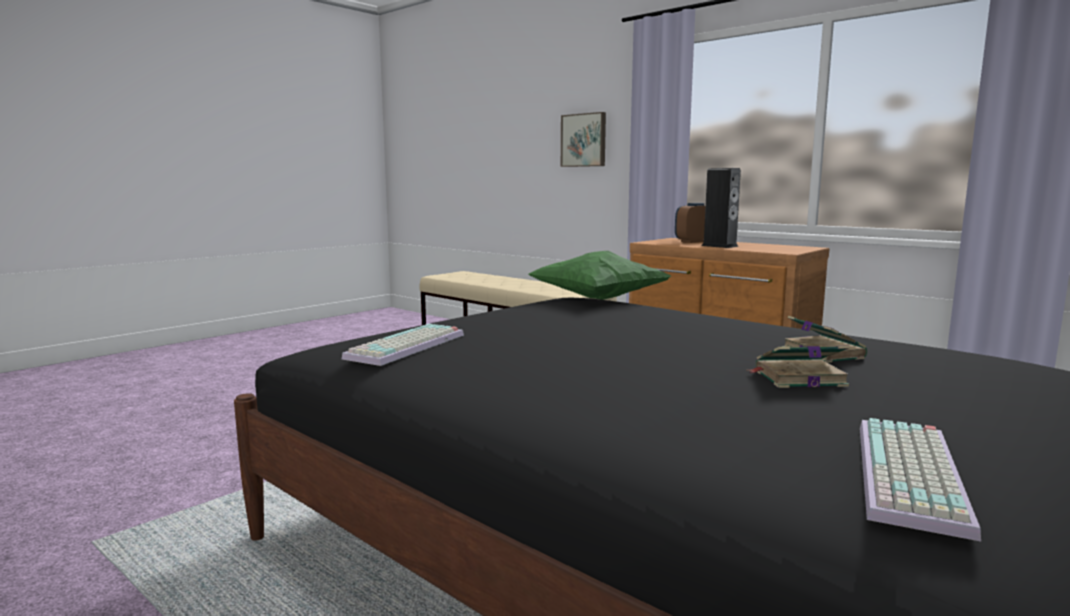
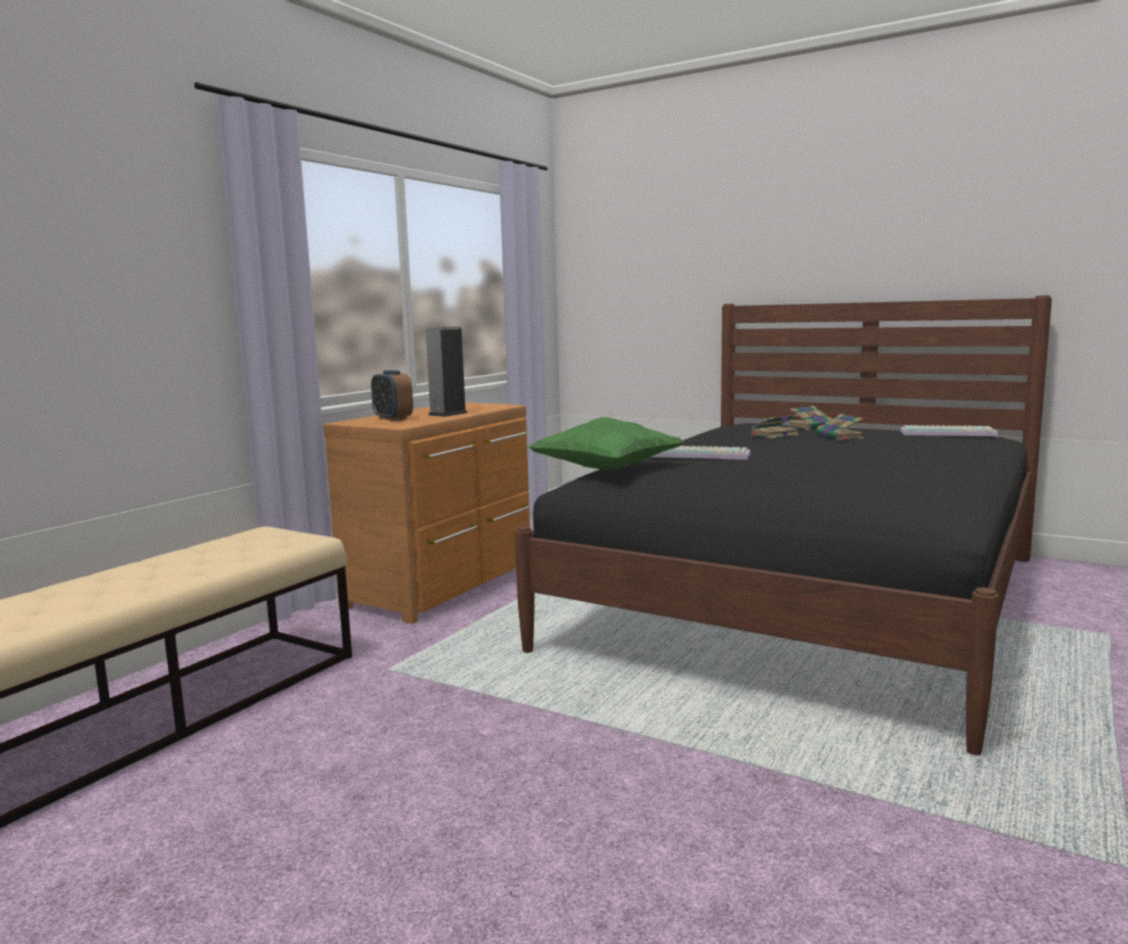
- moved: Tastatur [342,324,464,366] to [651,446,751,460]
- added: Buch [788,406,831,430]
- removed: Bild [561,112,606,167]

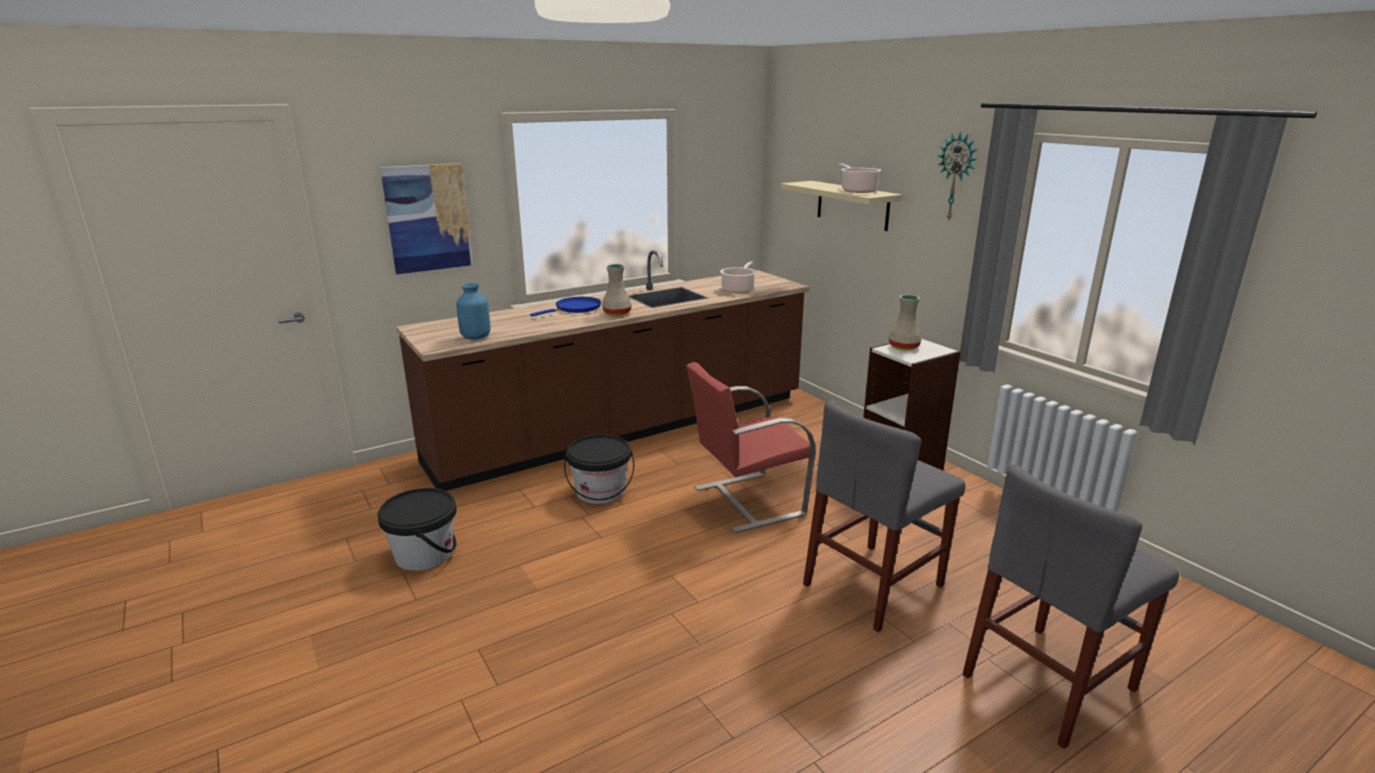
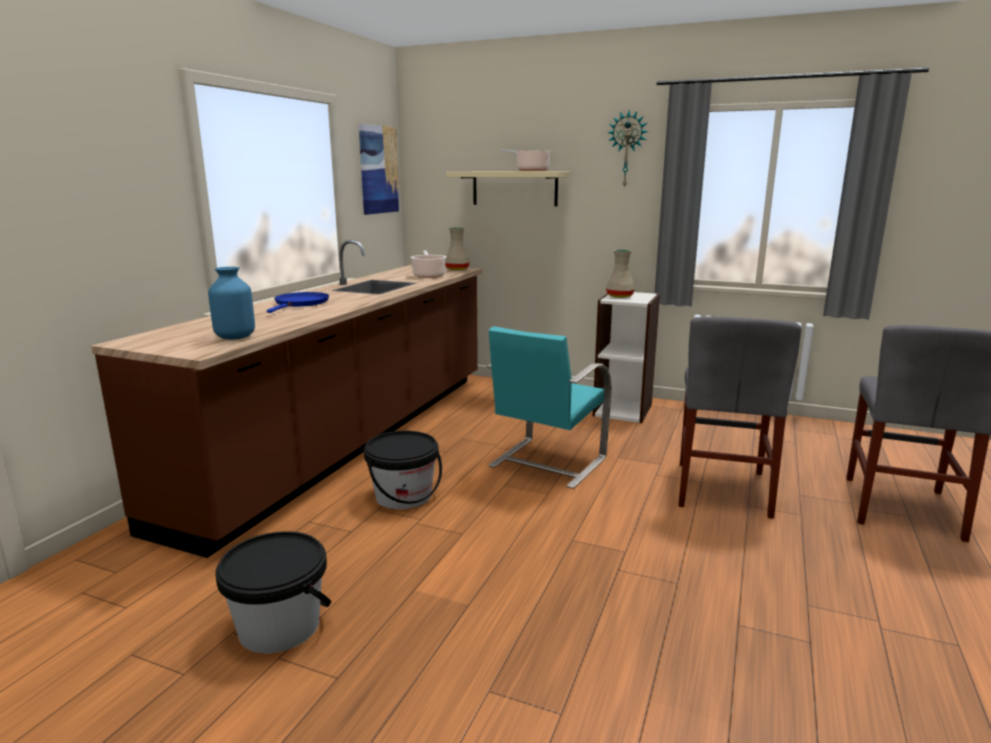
- moved: Bild [380,163,473,274] to [359,123,400,215]
- moved: Vase [beige] [602,264,632,316] to [445,227,470,270]
- recoloured: Stuhl [rot] [686,362,816,533] to Stuhl [türkis] [487,326,612,489]

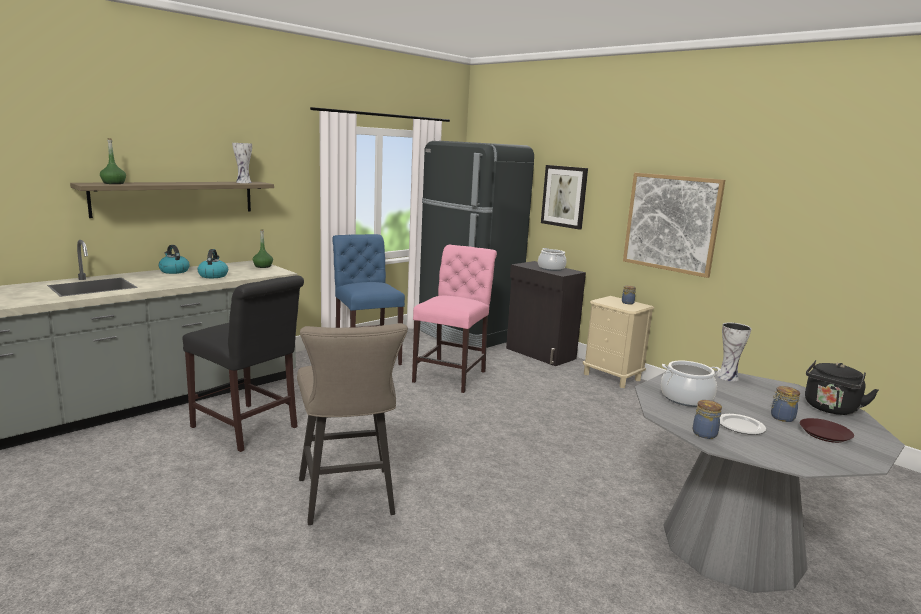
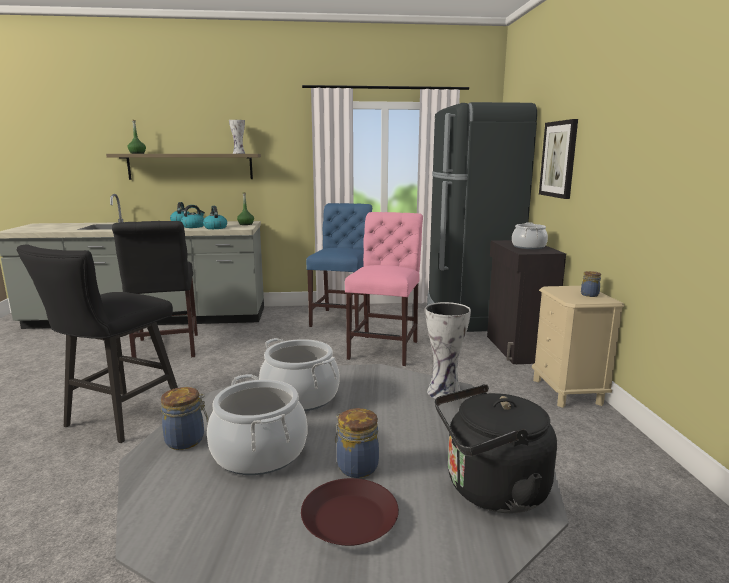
- recoloured: Hocker [beige] [297,323,408,525] to Hocker [schwarz] [17,244,178,443]
- added: Wasserkessel [203,206,227,229]
- replaced: Teller [720,414,766,435] to Kochtopf [207,374,308,475]
- turned: Stuhl [rosa] [412,245,497,393] = [345,212,423,366] 45 degrees counterclockwise
- removed: Bild [623,173,725,278]

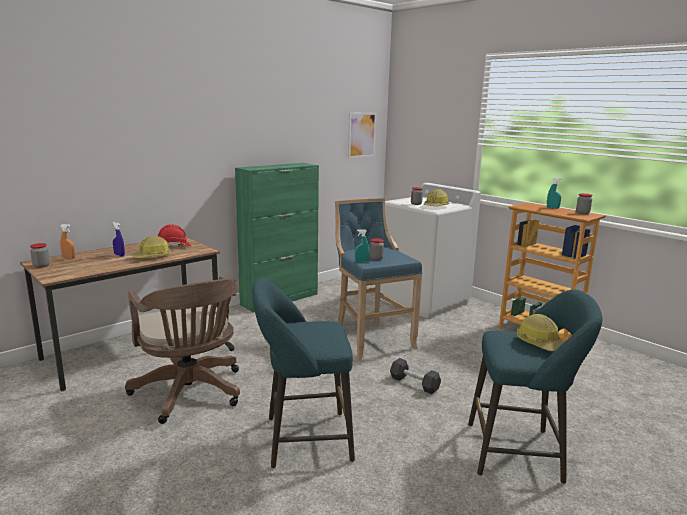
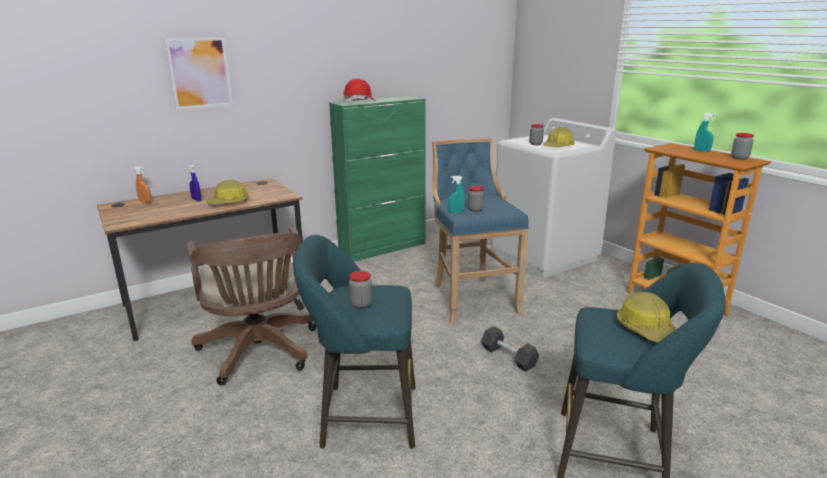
- moved: Bild [348,113,376,158] to [164,37,233,110]
- moved: Schutzhelm [rot] [158,224,192,246] to [343,78,376,103]
- moved: Vorratsglas [30,243,50,268] to [349,271,372,308]

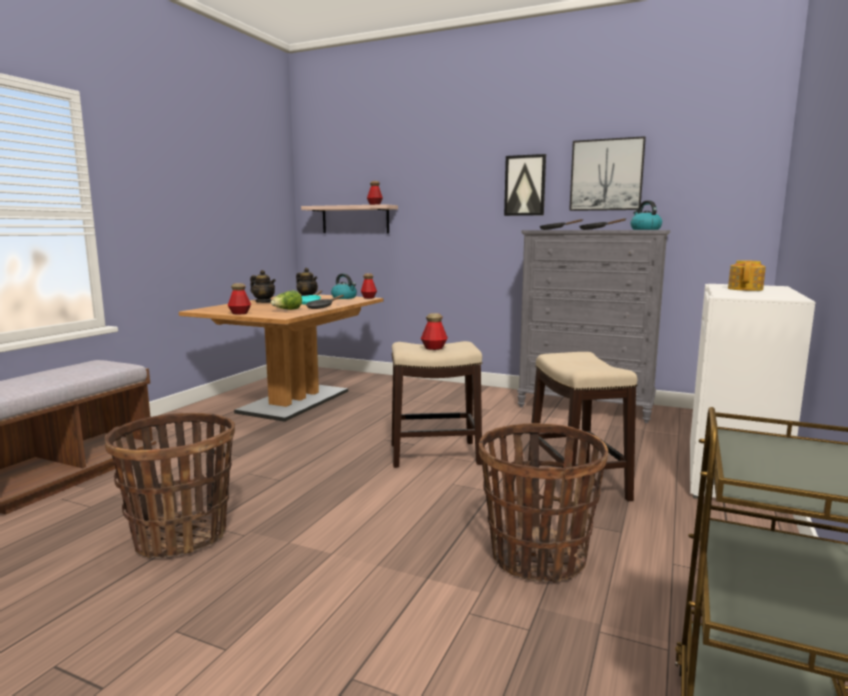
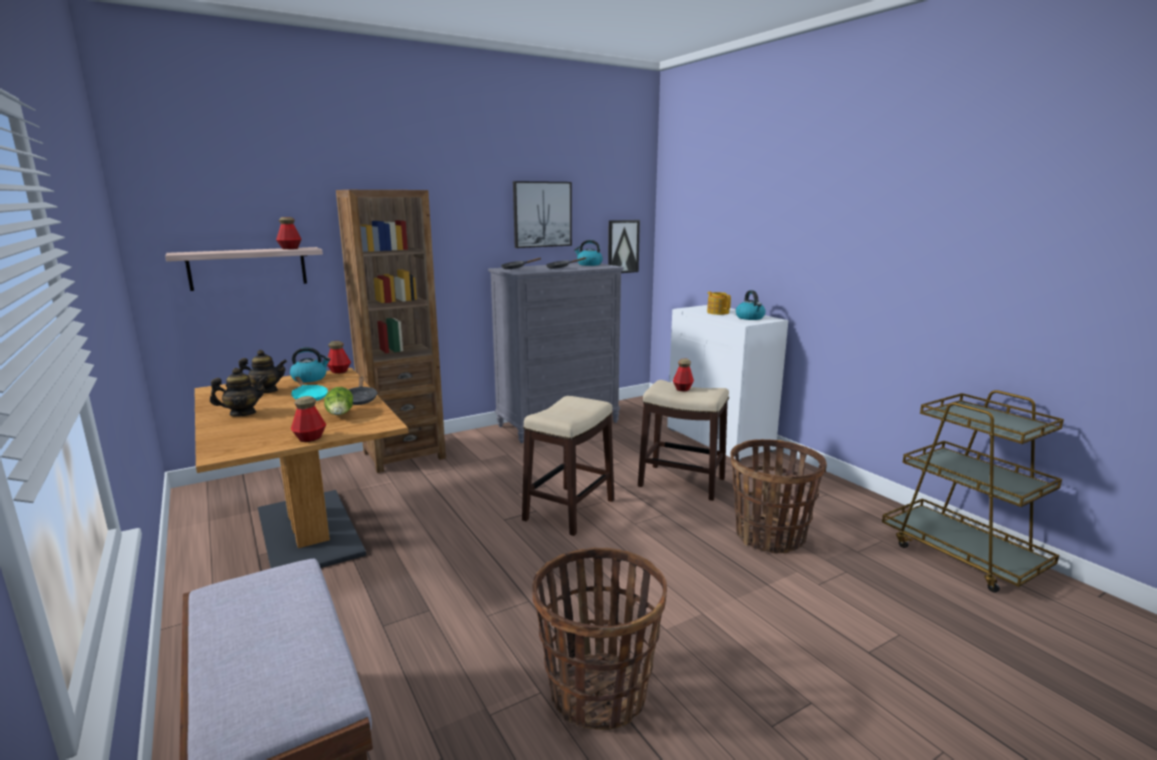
- added: Bücherregal [braun] [336,190,446,473]
- moved: Bild [504,154,546,216] to [608,220,640,273]
- moved: Flasche [421,313,448,350] to [673,358,694,391]
- added: Wasserkessel [736,290,766,320]

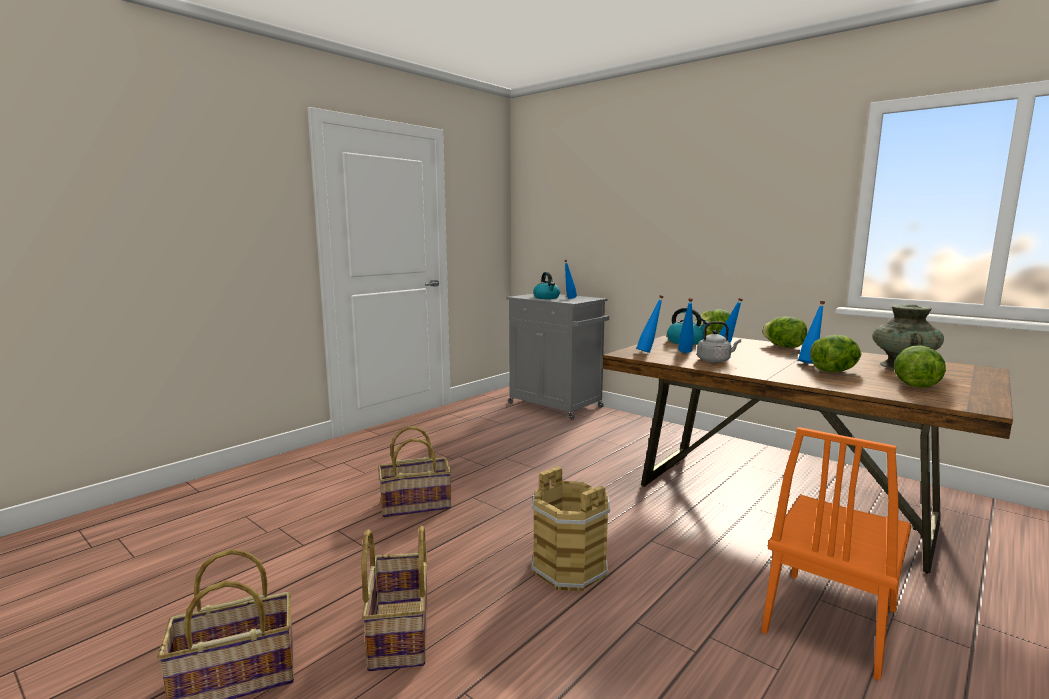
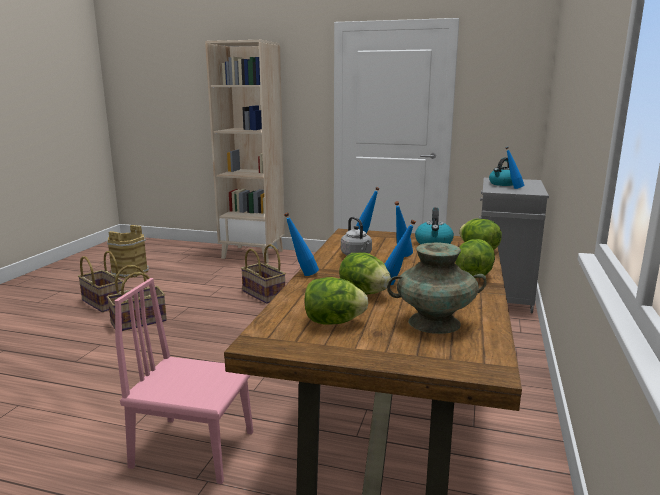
- moved: Eimer [braun] [532,466,610,592] to [107,225,149,278]
- recoloured: Stuhl [orange] [761,427,911,681] to Stuhl [rosa] [115,278,253,484]
- added: Bücherregal [beige] [205,40,285,263]
- moved: Flasche [blau] [678,298,694,353] to [284,212,319,276]

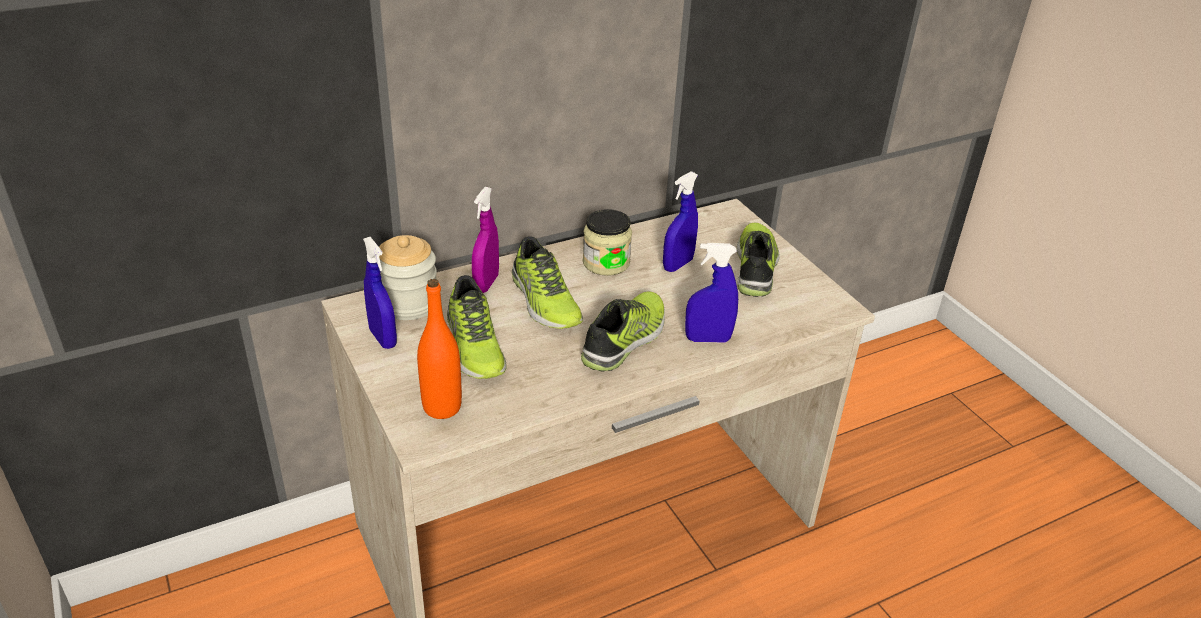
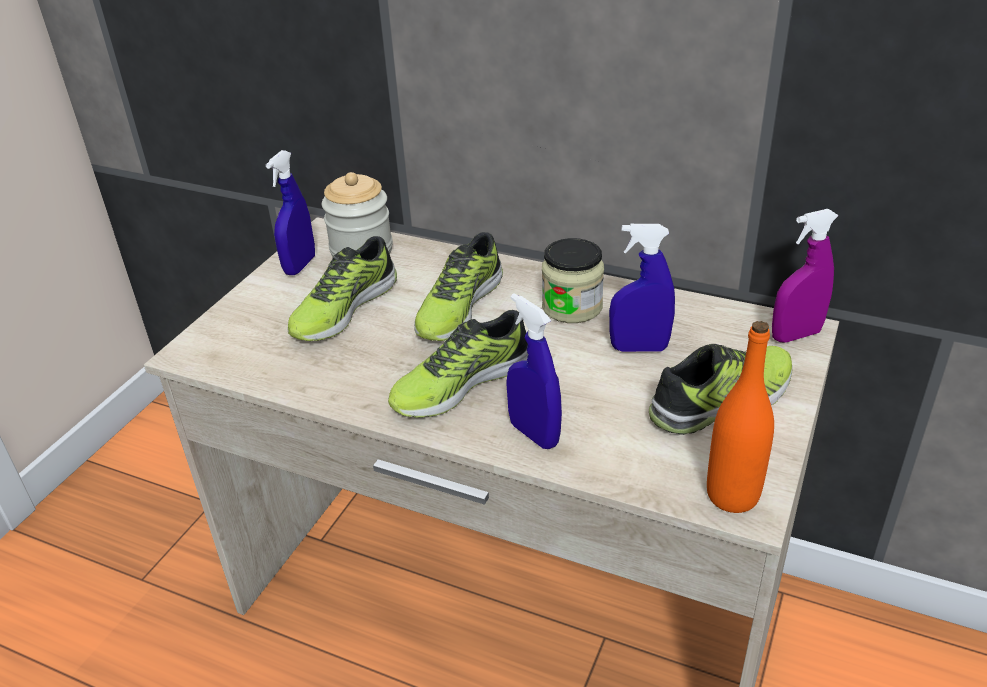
- turned: Schuh [581,292,665,371] = [388,310,528,418] 150 degrees clockwise
- moved: Flasche [orange] [417,279,462,419] to [707,321,774,513]
- moved: Sprühflasche [lila] [472,187,499,293] to [772,209,839,343]

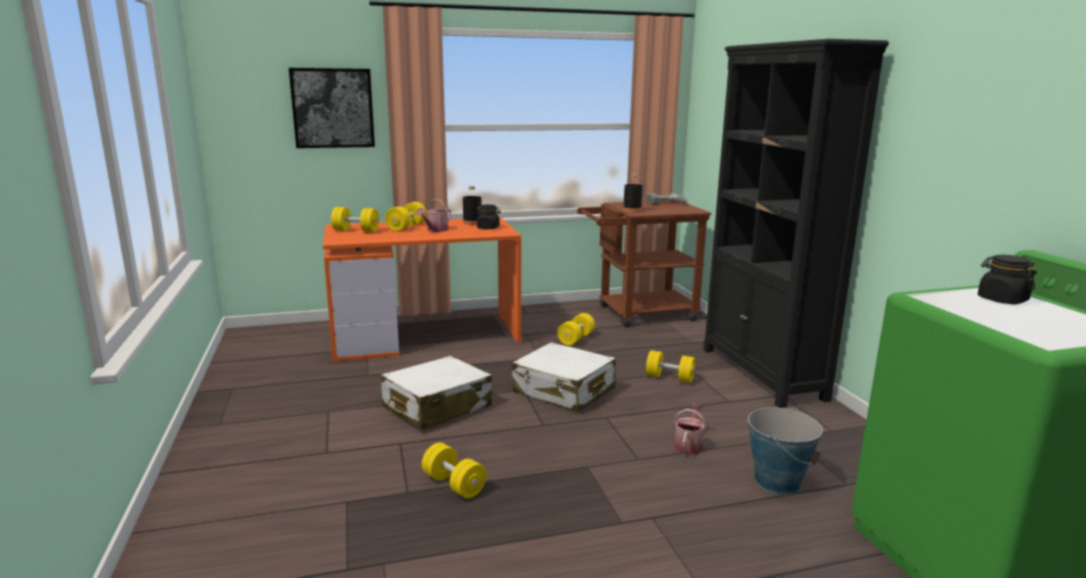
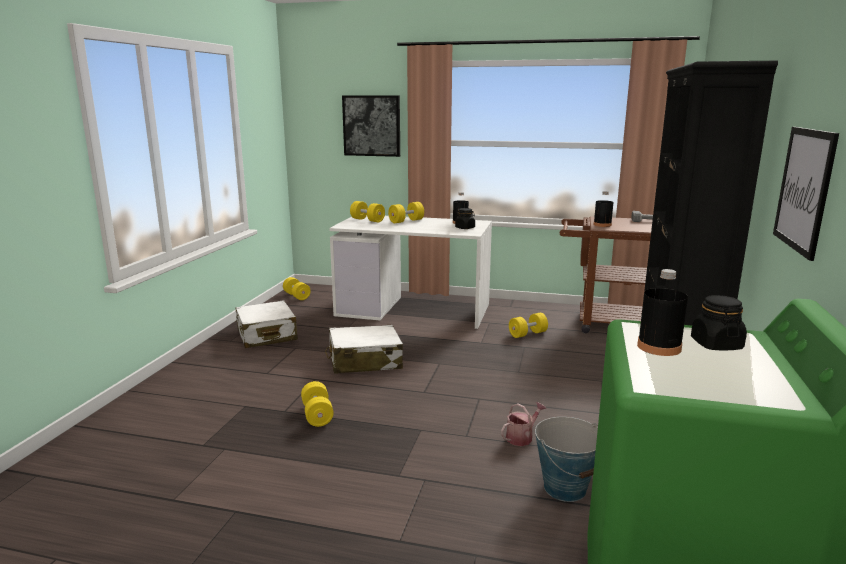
- moved: Koffer [weiß] [512,342,616,412] to [235,300,298,348]
- moved: Hantel [gelb] [646,350,695,383] to [283,277,311,300]
- recoloured: Schreibtisch [orange] [323,217,521,362] to Schreibtisch [weiß] [329,216,492,329]
- added: Flasche [schwarz] [637,269,688,356]
- added: Bild [773,127,839,261]
- removed: Gießkanne [416,199,451,232]

